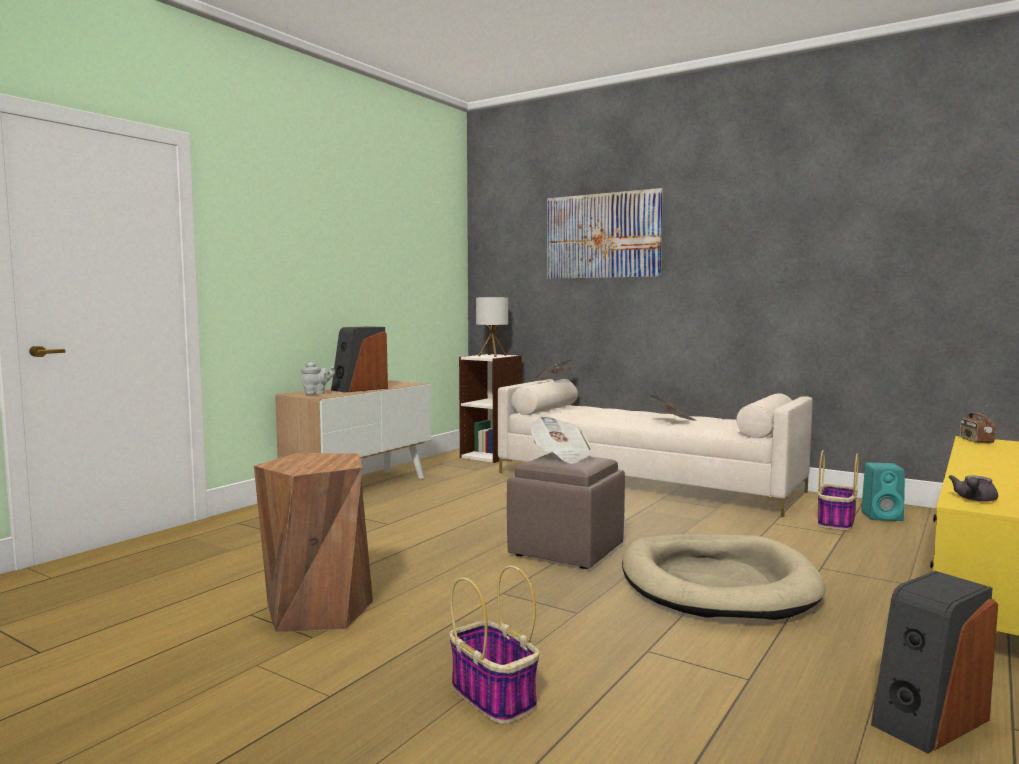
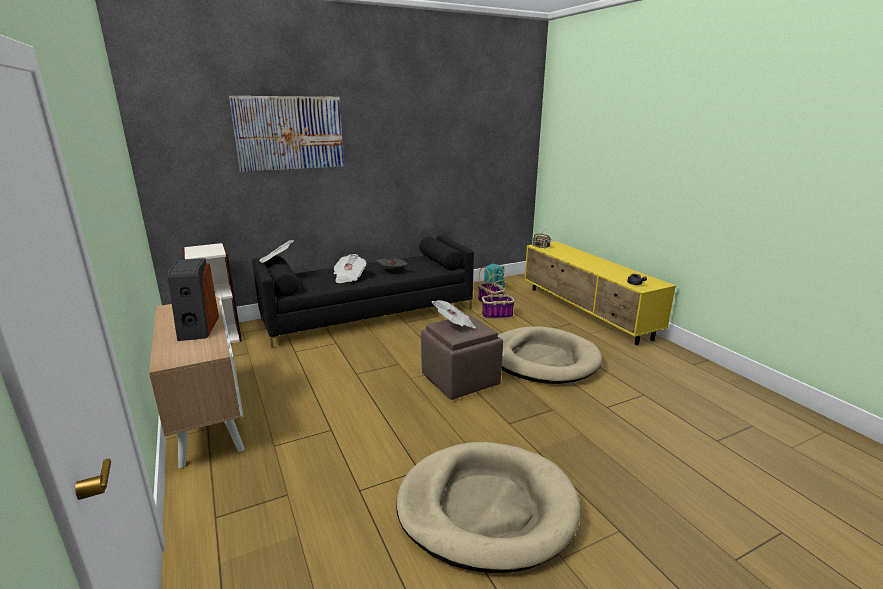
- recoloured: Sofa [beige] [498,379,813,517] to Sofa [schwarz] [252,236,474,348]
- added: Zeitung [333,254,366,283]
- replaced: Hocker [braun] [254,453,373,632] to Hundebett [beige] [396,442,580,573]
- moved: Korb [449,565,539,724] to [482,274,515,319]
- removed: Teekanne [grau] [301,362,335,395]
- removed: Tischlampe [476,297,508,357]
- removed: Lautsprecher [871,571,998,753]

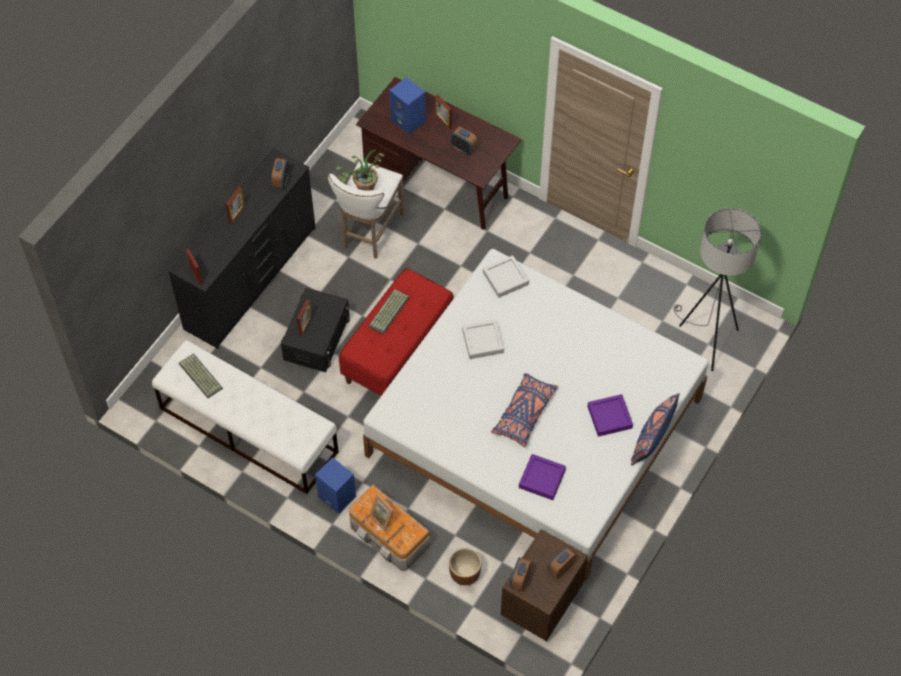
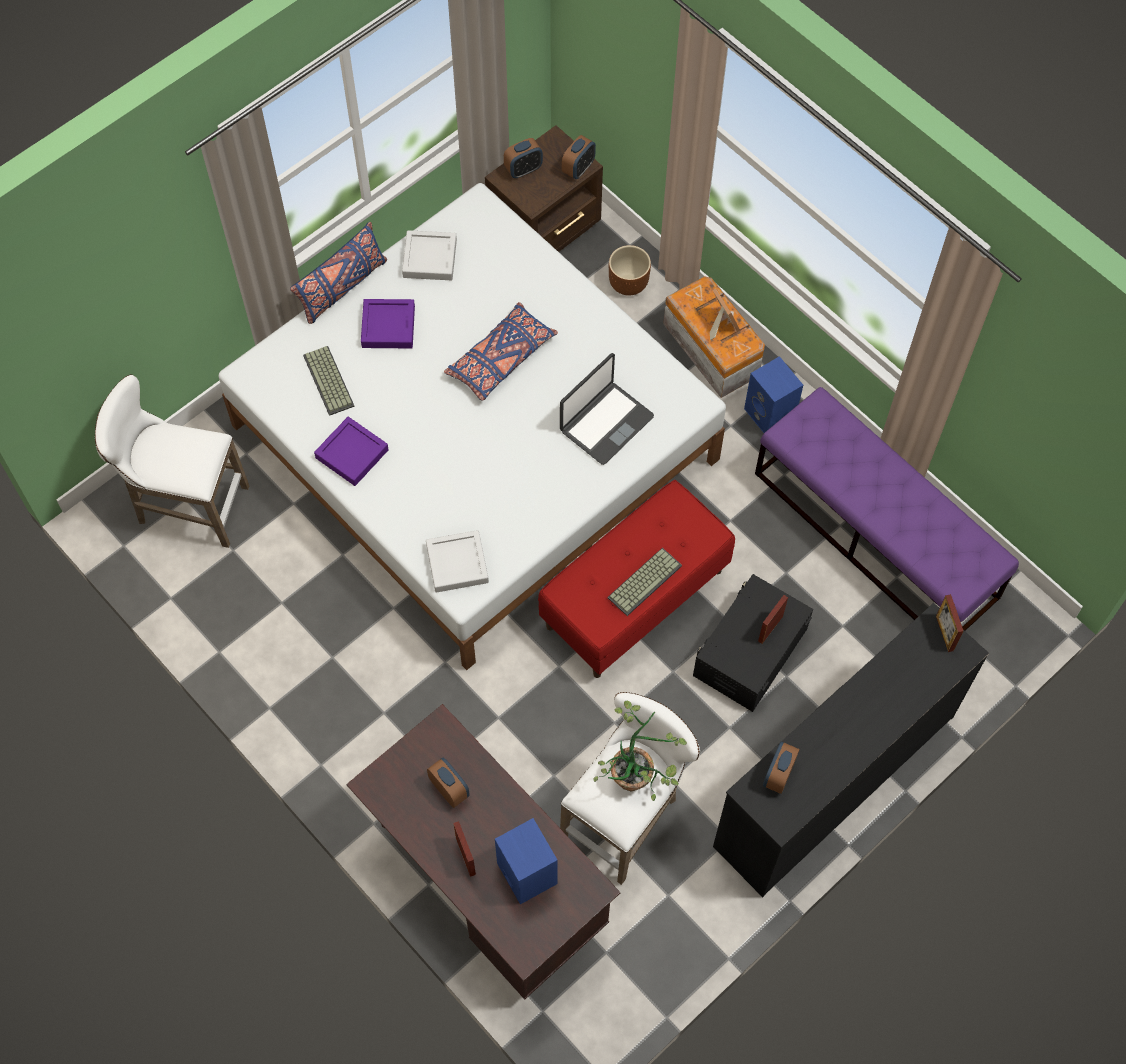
- replaced: Stehlampe [grau] [674,208,762,371] to Hocker [weiß] [95,374,249,548]
- moved: Tastatur [179,353,223,398] to [303,346,355,416]
- moved: Tablett [lila] [519,454,566,500] to [314,417,389,486]
- moved: Tablett [grau] [462,320,504,359] to [402,230,457,280]
- added: Laptop [560,353,654,465]
- recoloured: Bank [weiß] [152,340,338,494] to Bank [lila] [755,387,1019,631]
- removed: Bilderrahmen [226,187,245,223]

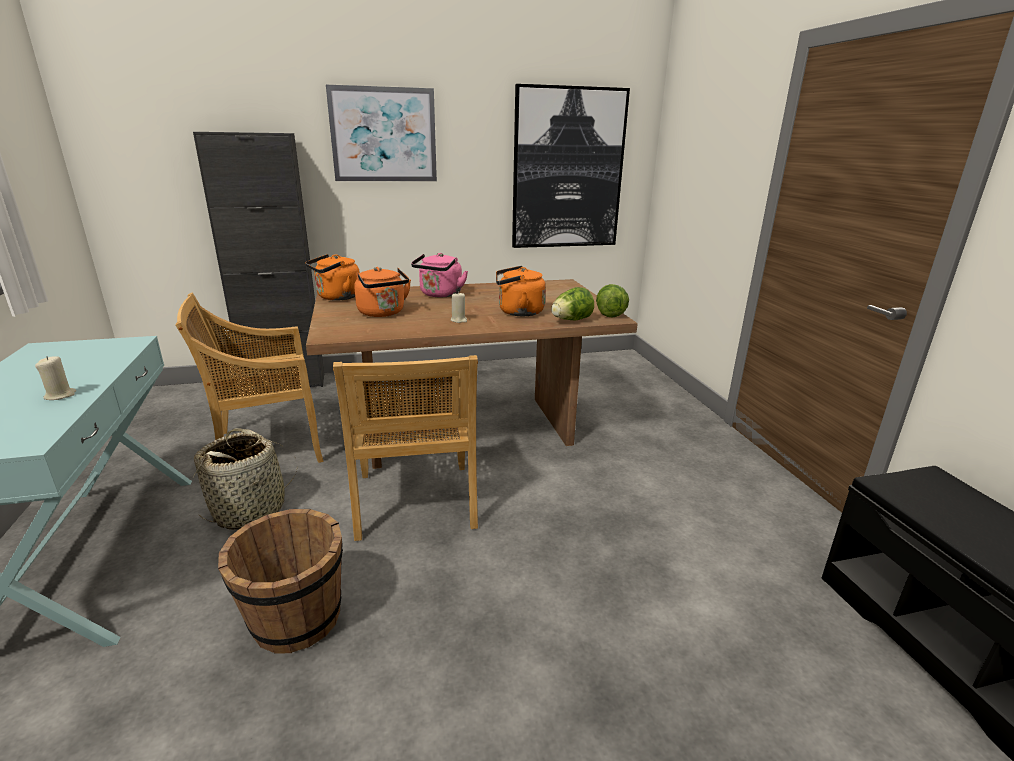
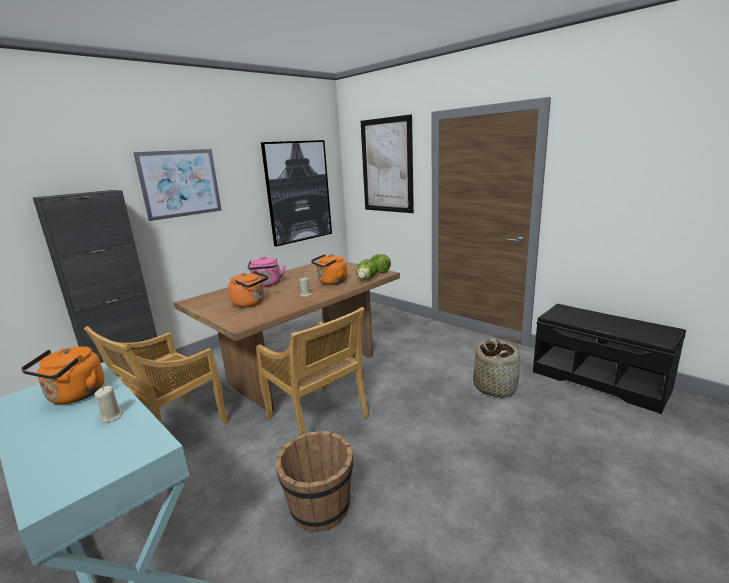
- moved: Wasserkessel [orange] [305,254,360,301] to [21,346,105,404]
- added: Bild [361,114,414,213]
- moved: Korb [193,429,297,530] to [473,338,520,398]

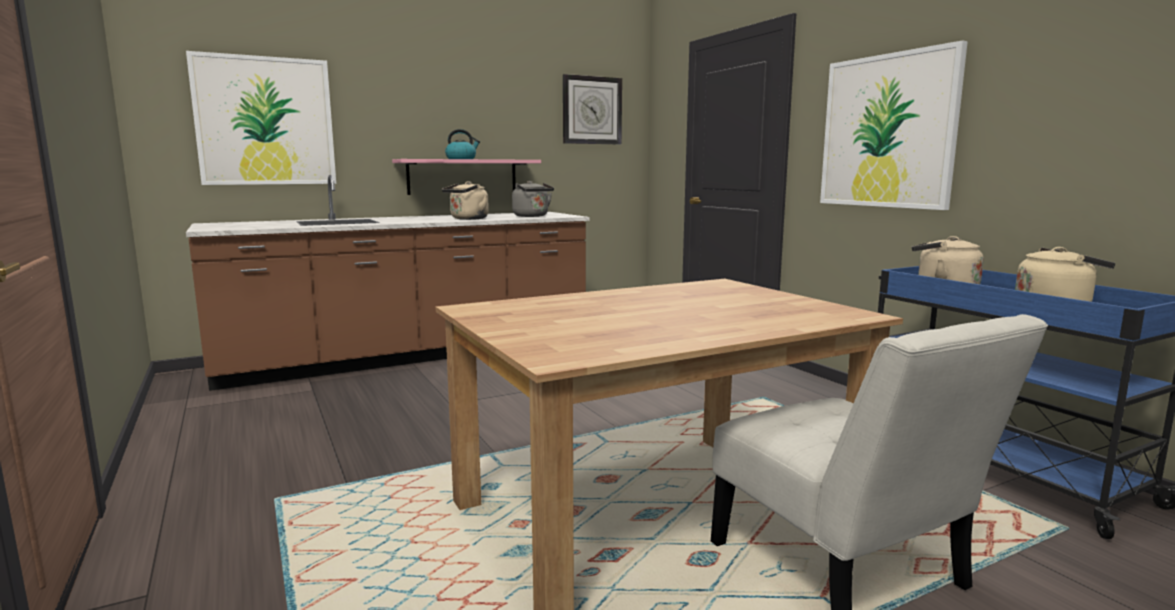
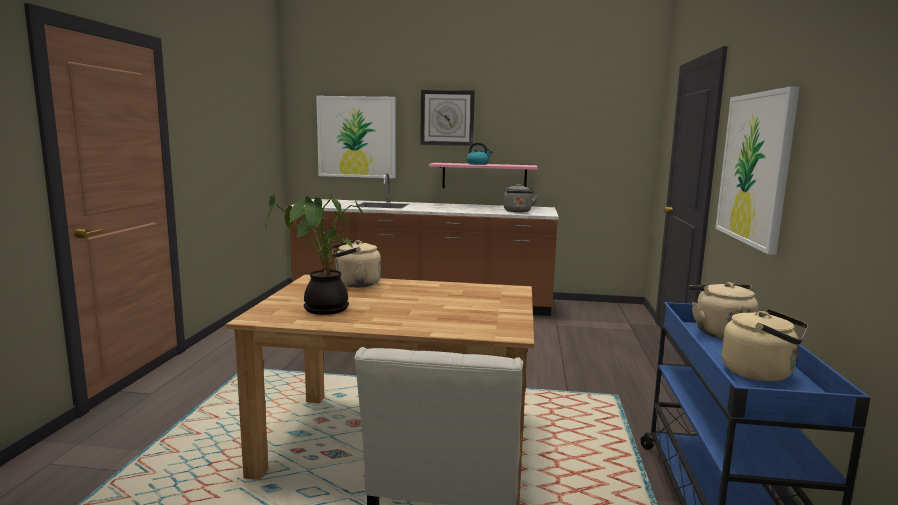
- added: Topfpflanze [265,191,367,315]
- moved: Wasserkessel [beige] [442,181,489,220] to [331,240,381,287]
- moved: Wanduhr [563,74,622,145] to [420,90,475,146]

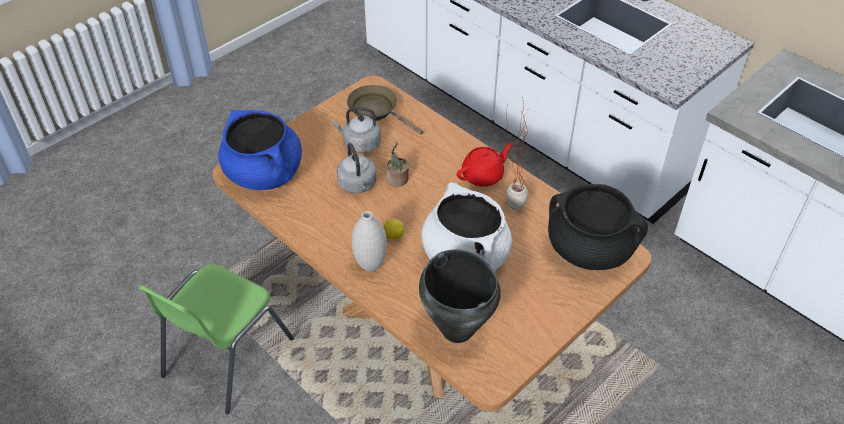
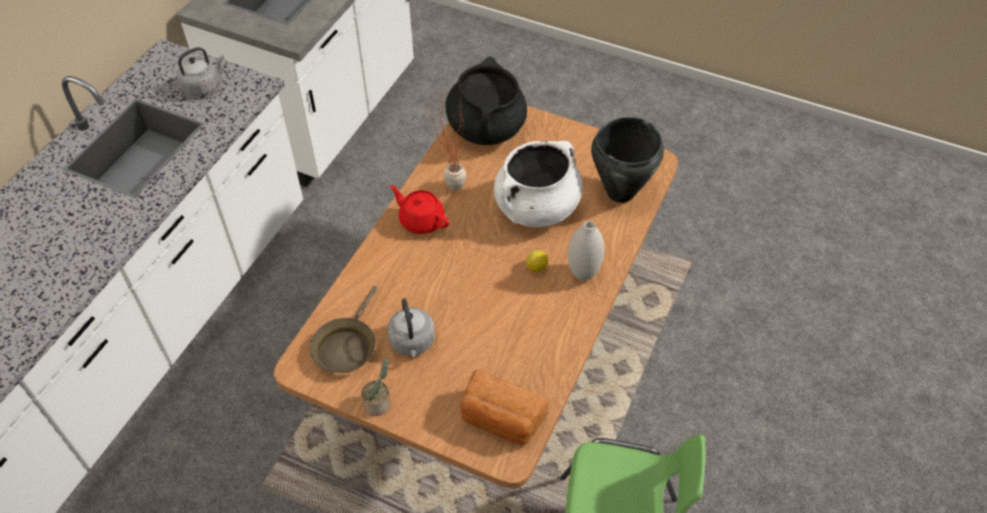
- moved: Wasserkessel [grau] [337,143,377,193] to [177,47,224,96]
- moved: Topfpflanze [386,143,409,186] to [361,358,390,416]
- replaced: Kochtopf [blau] [218,110,302,190] to Brot [460,369,549,445]

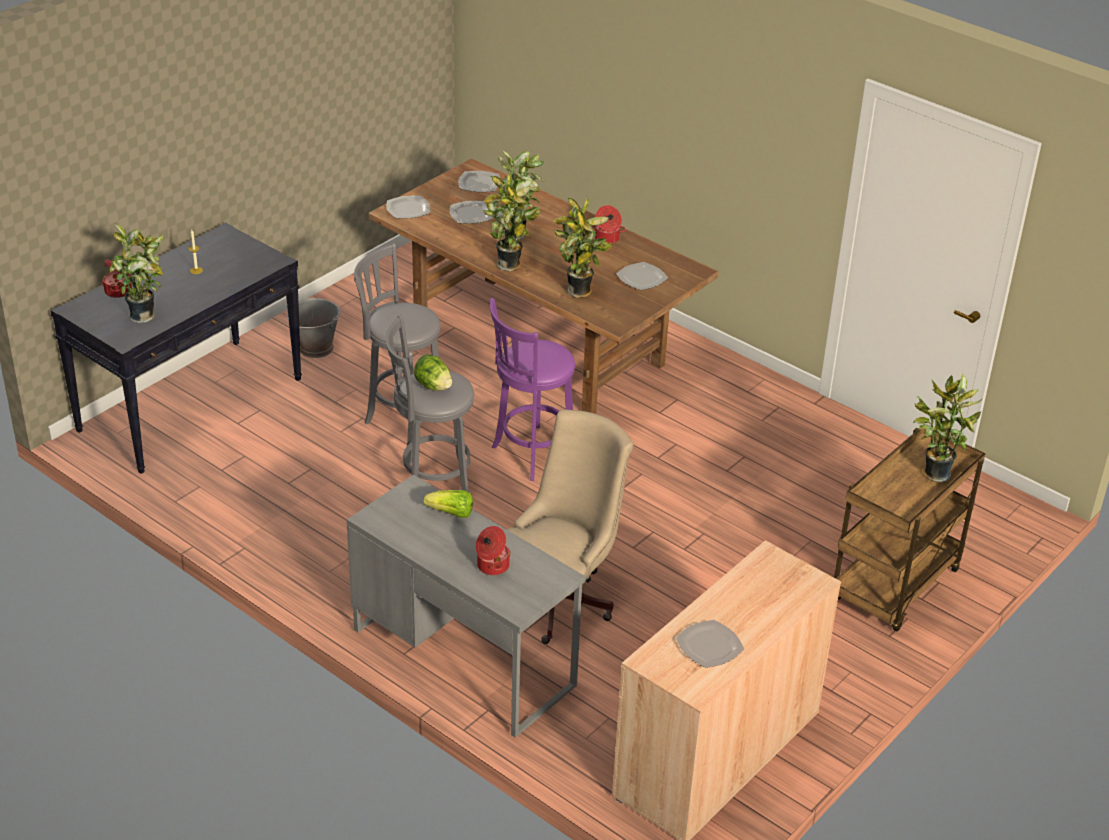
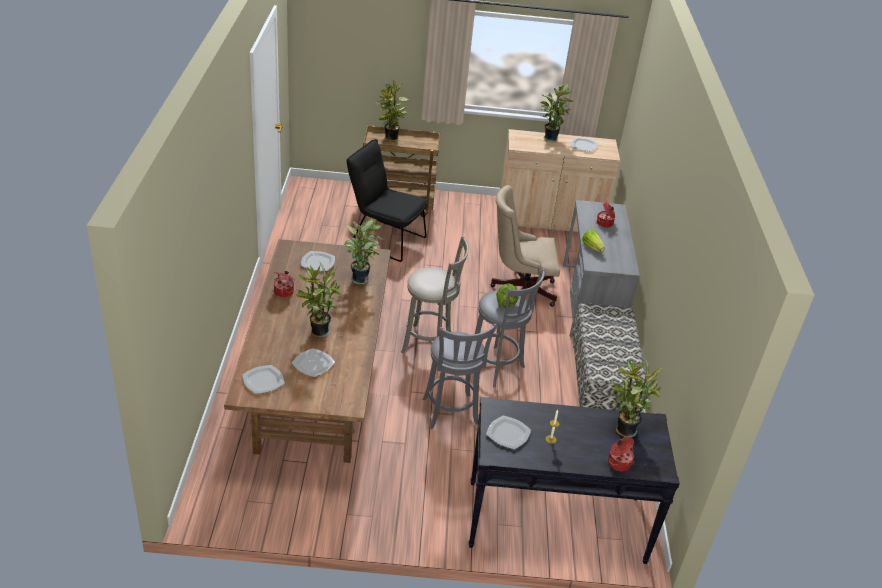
- added: Stuhl [schwarz] [346,139,428,262]
- recoloured: Hocker [lila] [489,298,575,481] to Hocker [grau] [401,236,469,353]
- moved: Teller [387,196,430,219] to [486,415,531,449]
- moved: Topfpflanze [483,172,540,272] to [540,84,573,142]
- added: Bank [572,303,647,412]
- removed: Eimer [grau] [288,298,341,358]

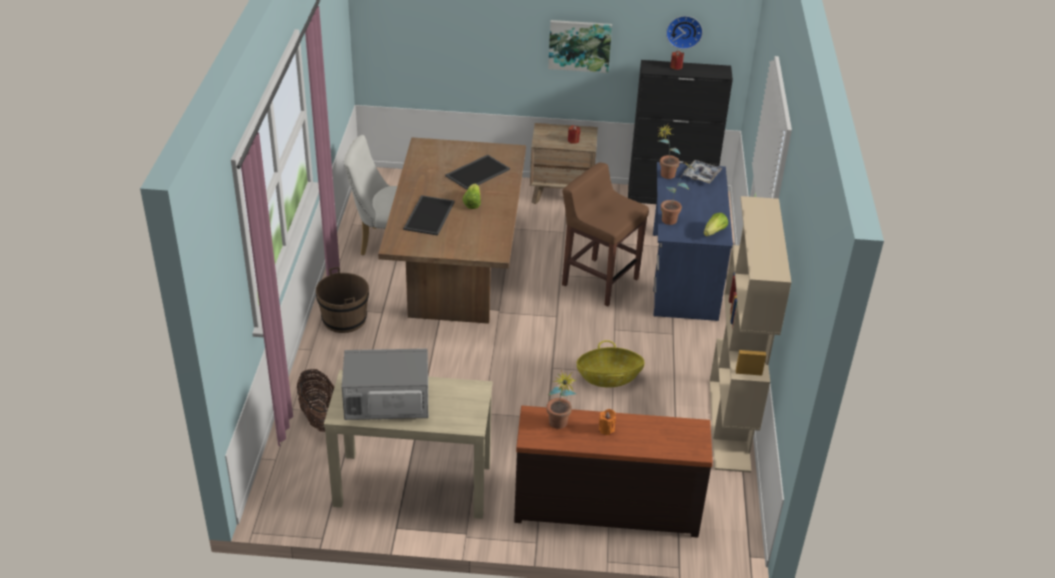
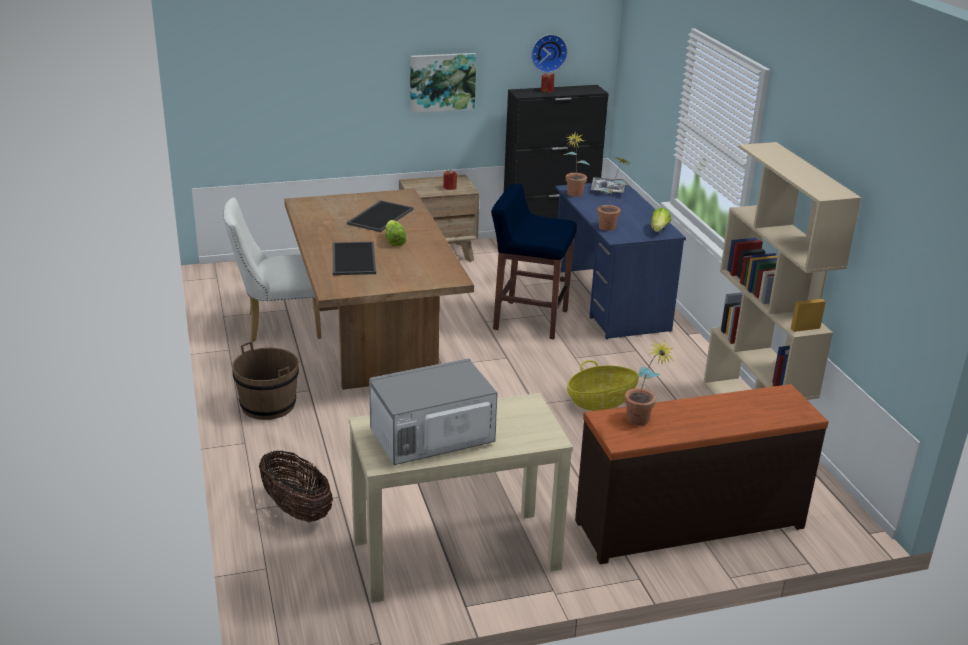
- recoloured: Hocker [braun] [562,162,649,307] to Hocker [blau] [491,183,577,339]
- removed: Kerze [orange] [599,409,616,435]

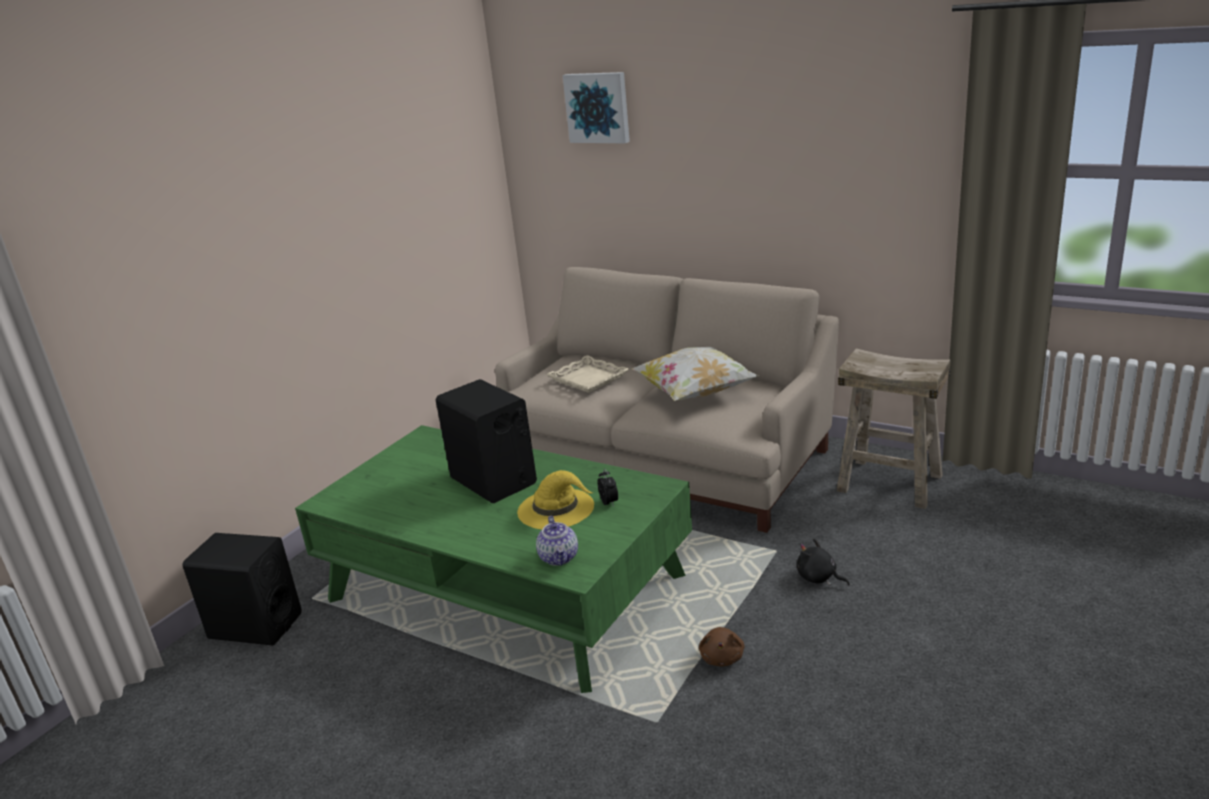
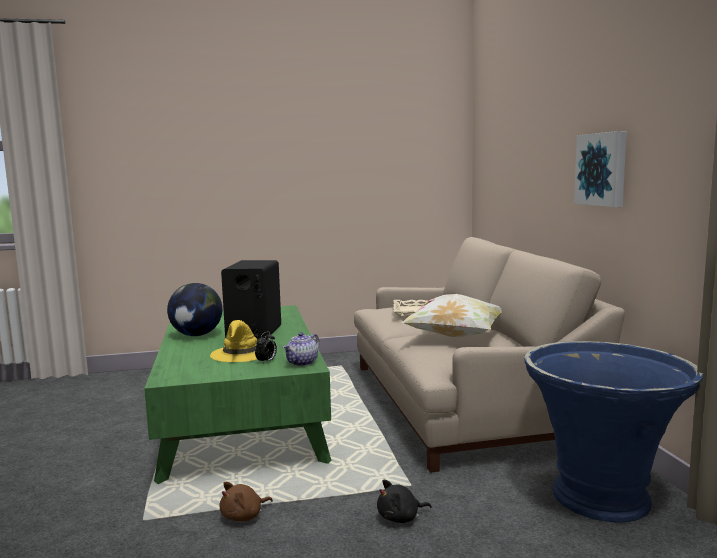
- added: Globus [167,283,222,336]
- moved: Teekanne [536,516,578,566] to [283,332,320,366]
- turned: Plüschtier [schwarz] [797,539,850,586] = [377,480,432,523] 105 degrees counterclockwise
- replaced: Hocker [beige] [837,348,950,509] to Pflanzkübel [blau] [524,341,703,523]
- moved: Bild [562,72,630,143] to [574,131,627,207]
- removed: Lautsprecher [schwarz] [183,533,302,646]

